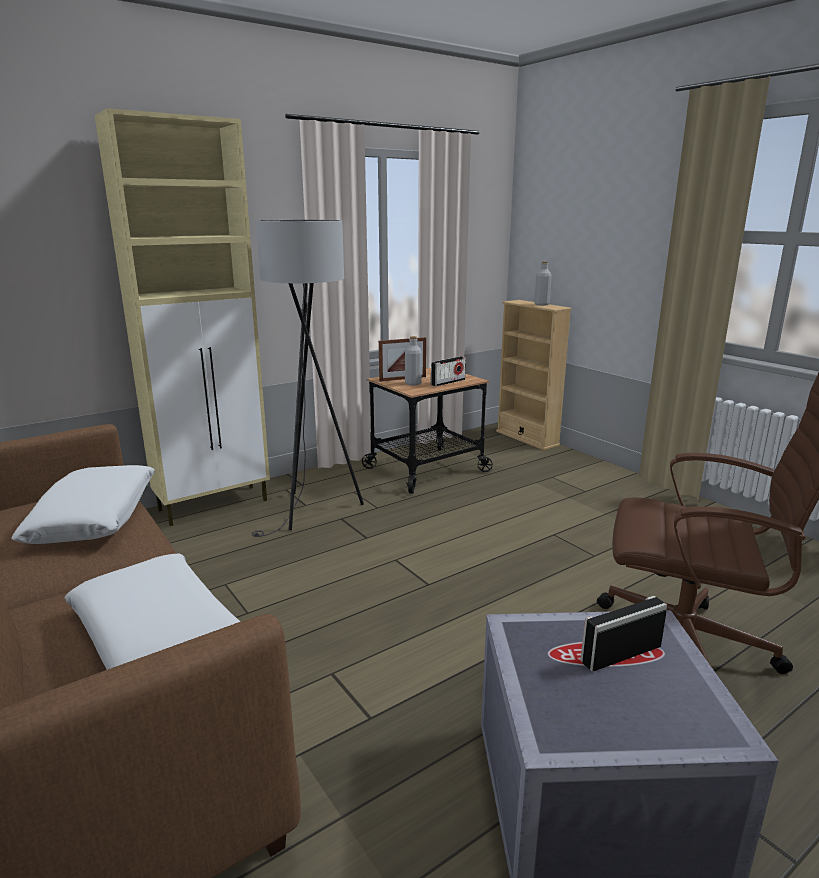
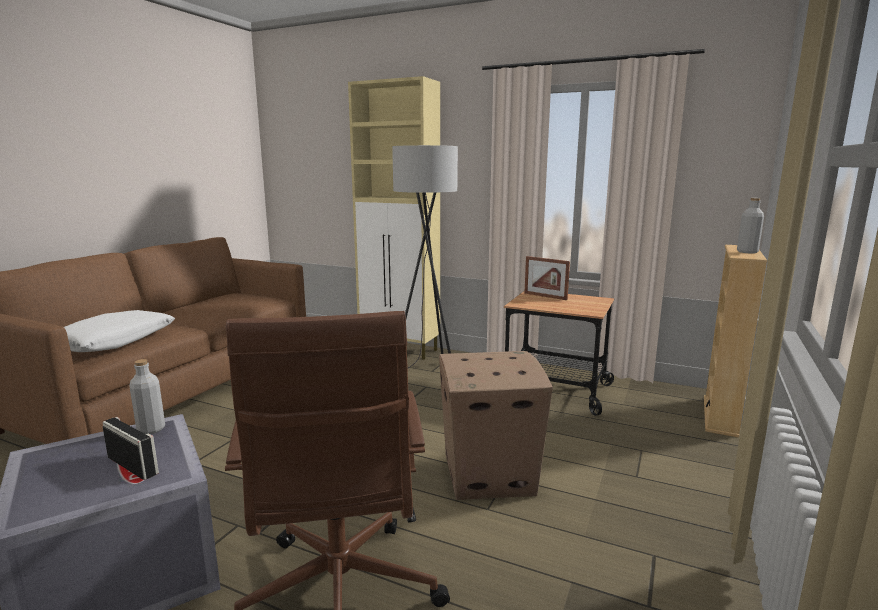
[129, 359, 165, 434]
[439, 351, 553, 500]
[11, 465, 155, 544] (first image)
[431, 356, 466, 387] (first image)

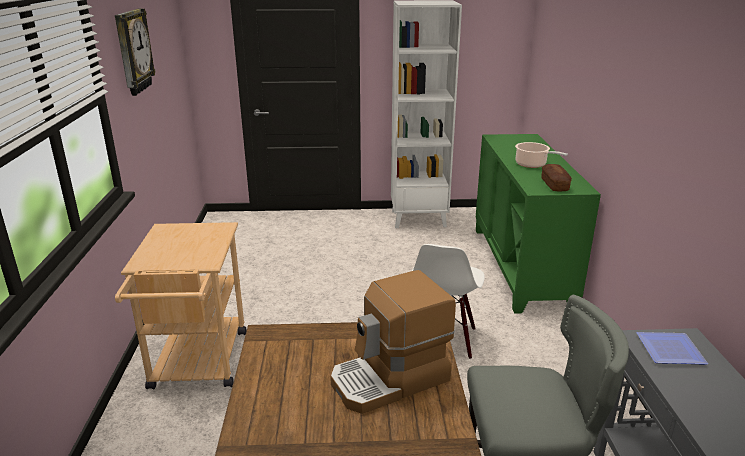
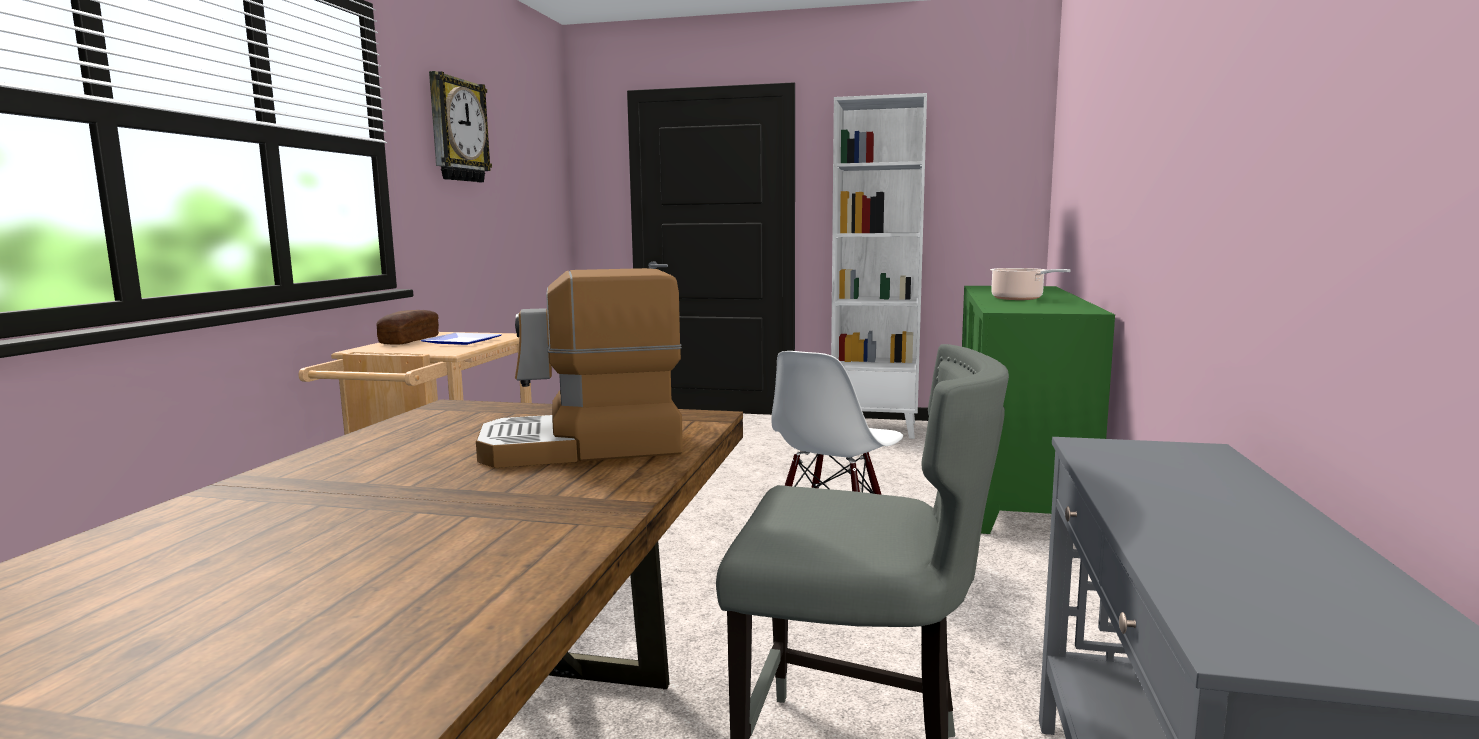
[376, 310, 439, 345]
[421, 333, 501, 345]

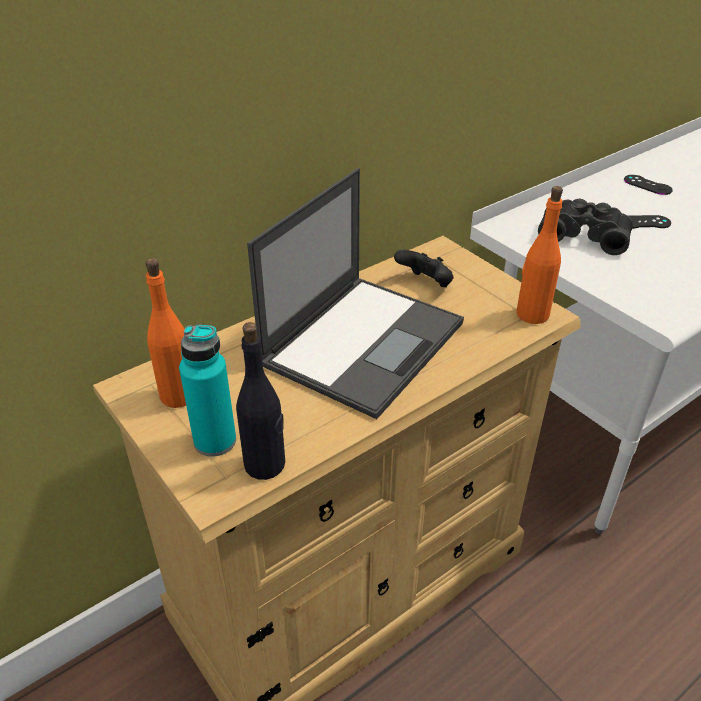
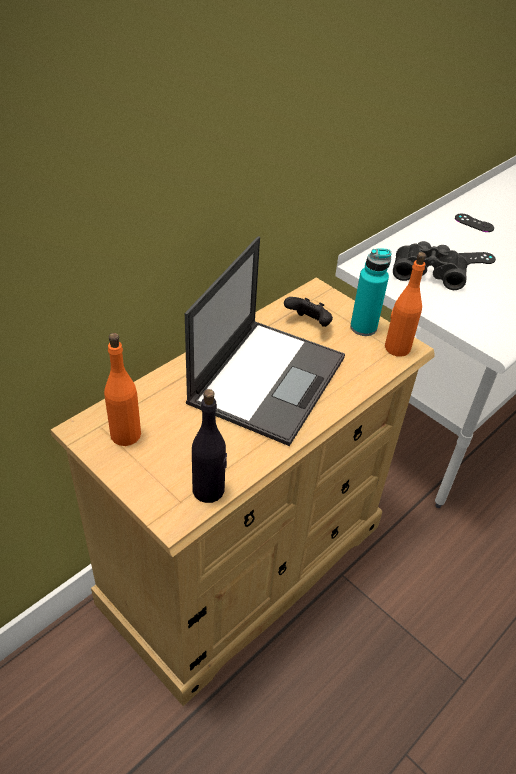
[350, 248, 391, 336]

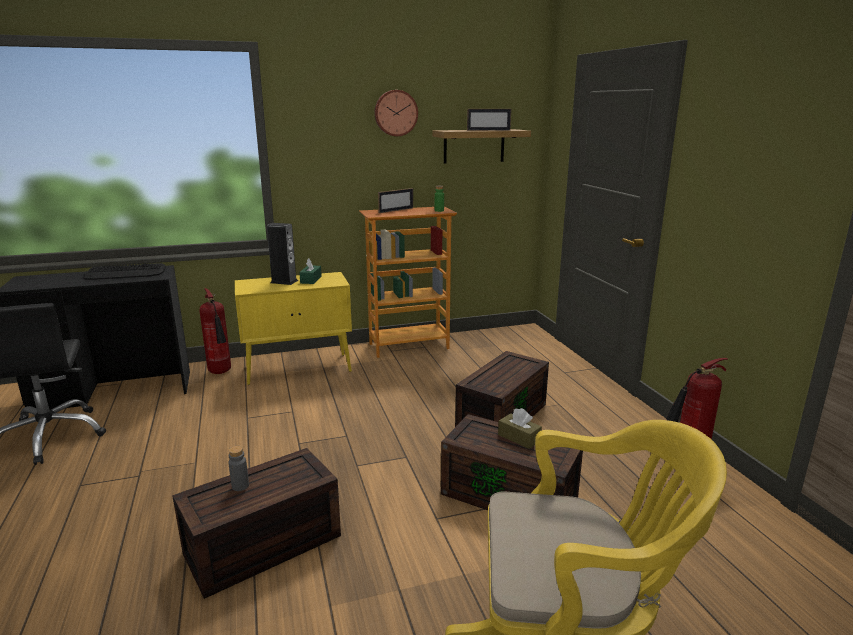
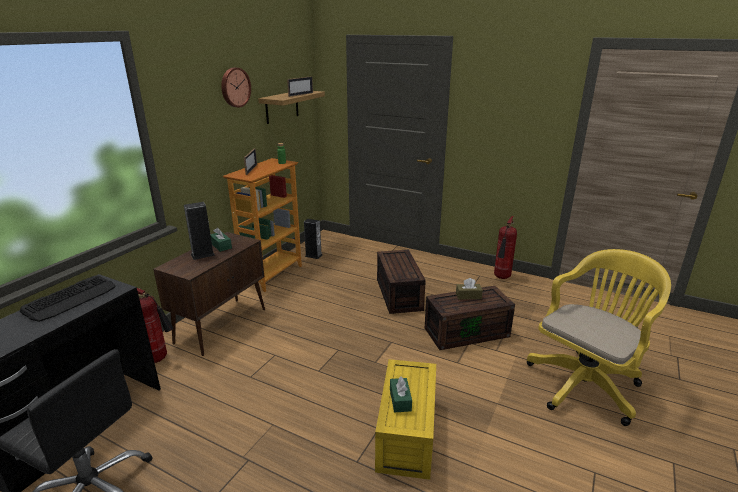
[153, 232, 265, 356]
[304, 219, 322, 259]
[375, 359, 436, 480]
[390, 376, 412, 413]

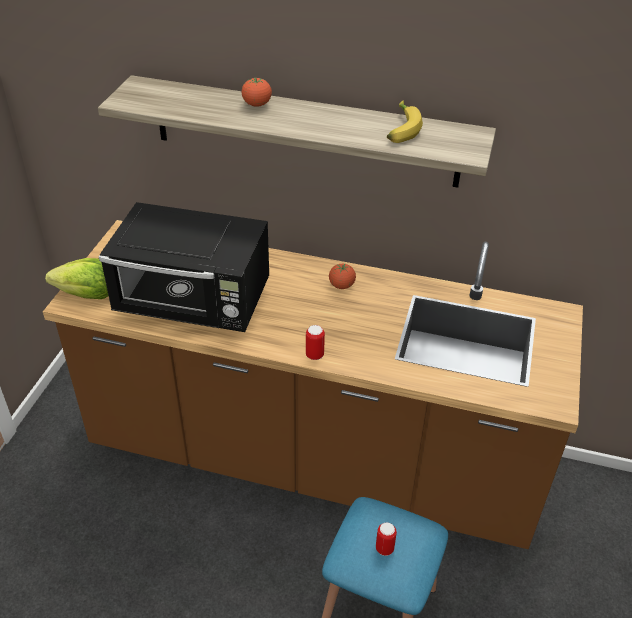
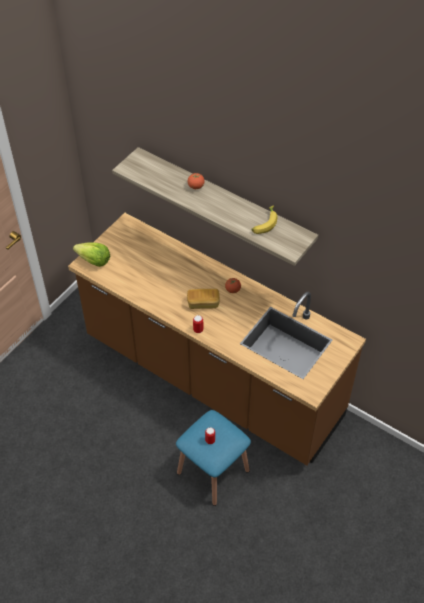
[187, 289, 220, 309]
[99, 202, 269, 332] (first image)

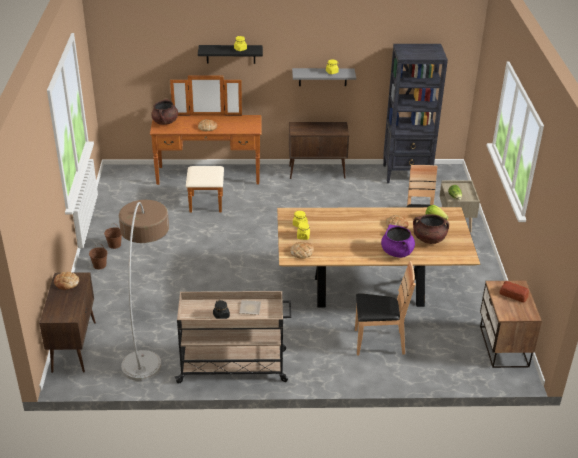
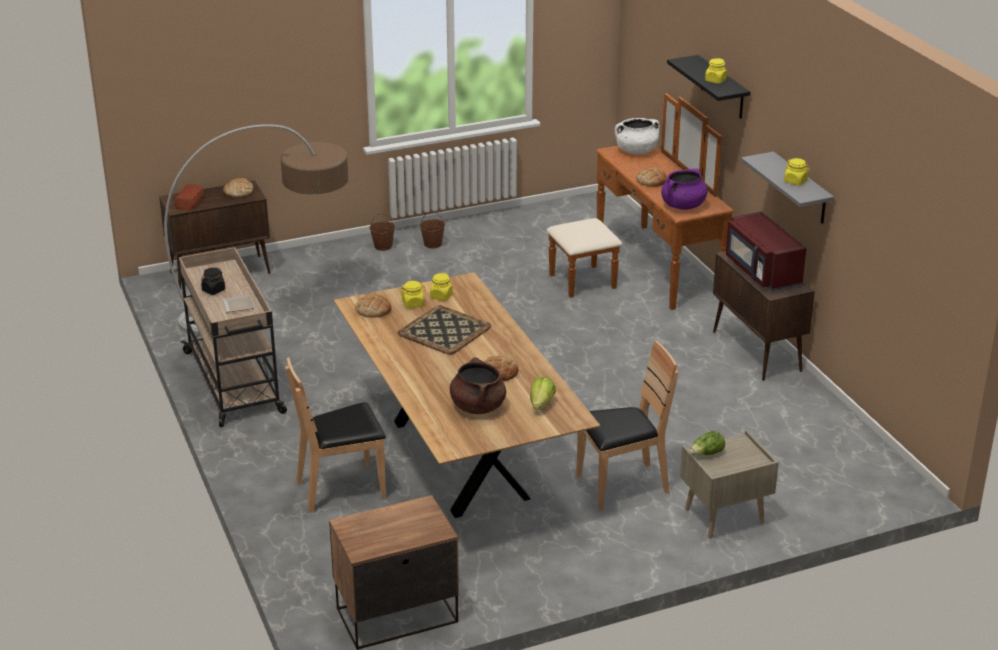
[175, 184, 204, 210]
[285, 357, 386, 512]
[398, 305, 491, 355]
[614, 118, 660, 154]
[661, 168, 708, 210]
[726, 212, 806, 290]
[383, 44, 448, 183] (first image)

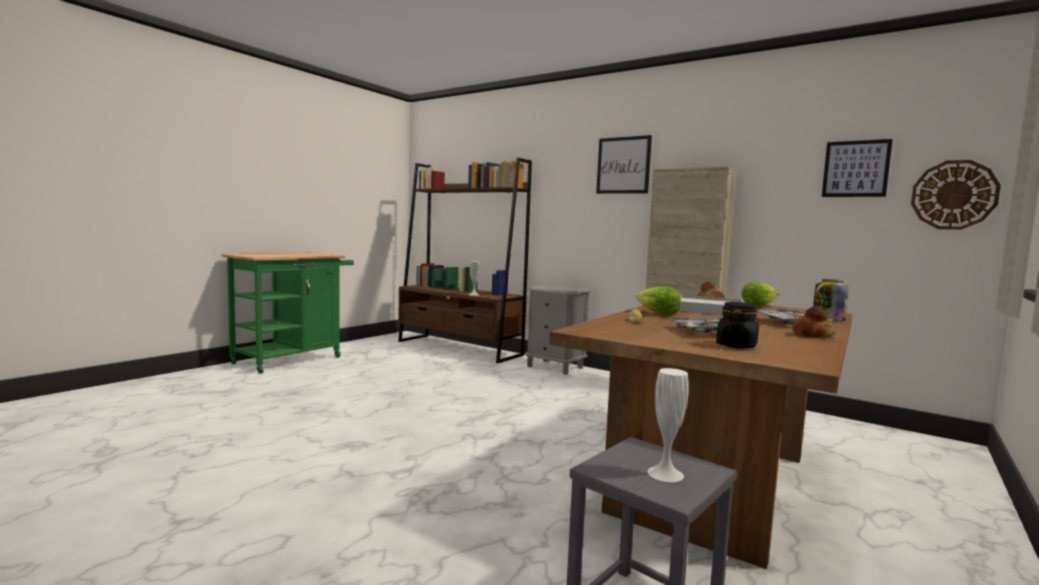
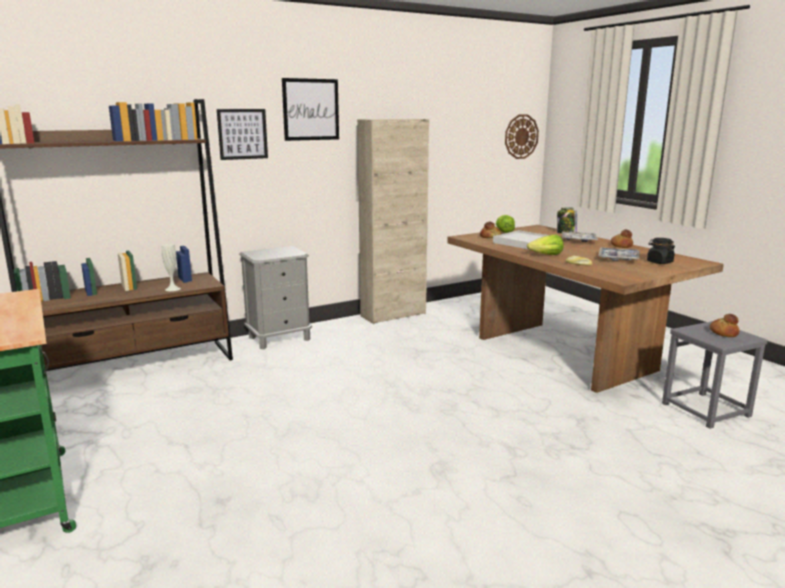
[217, 109, 268, 160]
[710, 314, 739, 337]

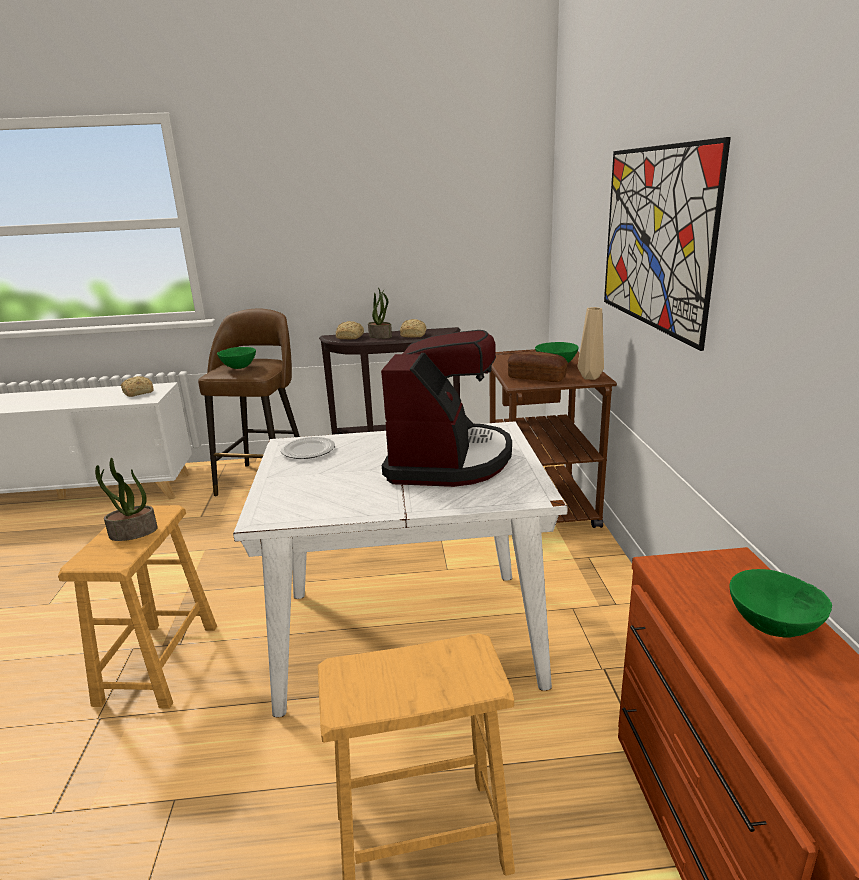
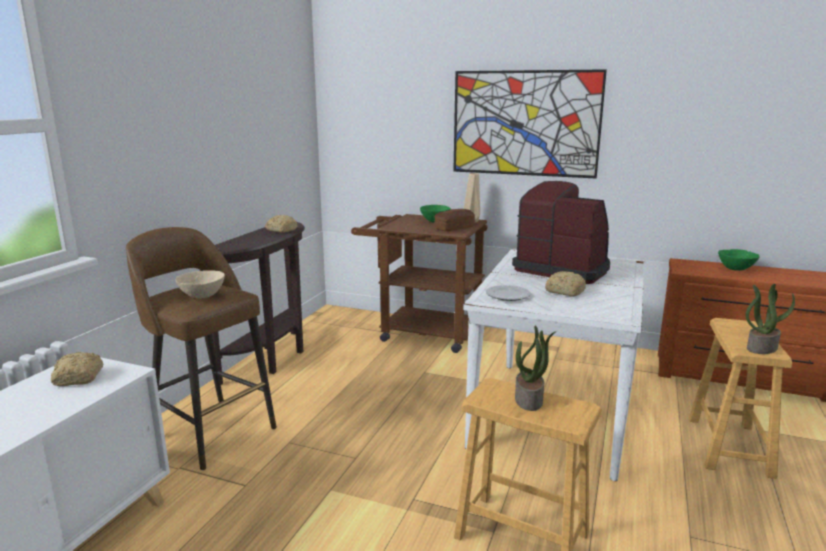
[175, 270, 225, 299]
[545, 271, 586, 296]
[746, 284, 795, 354]

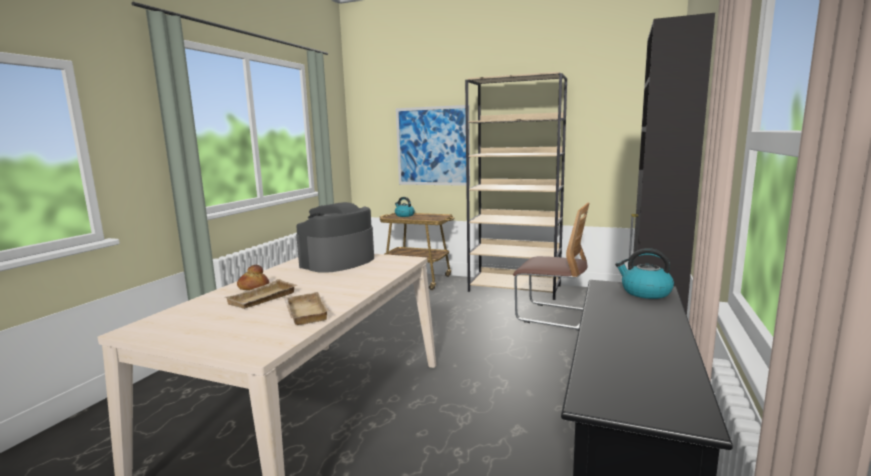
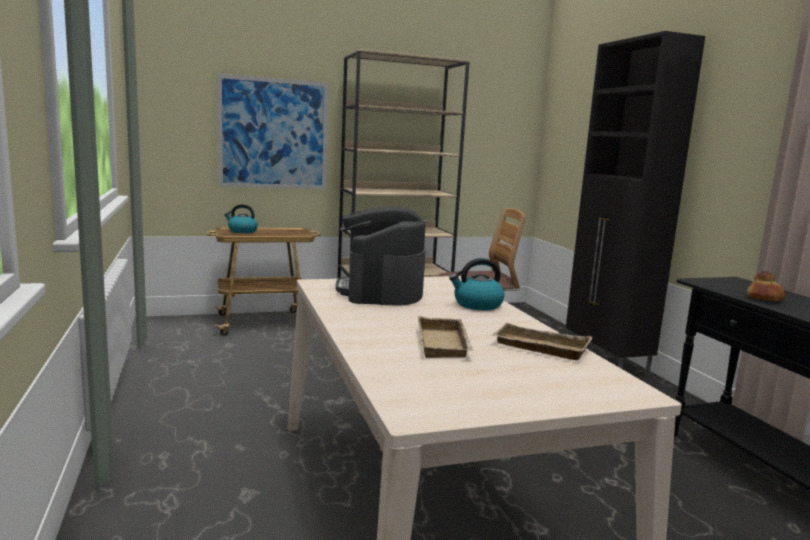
[449, 258, 504, 310]
[747, 271, 786, 301]

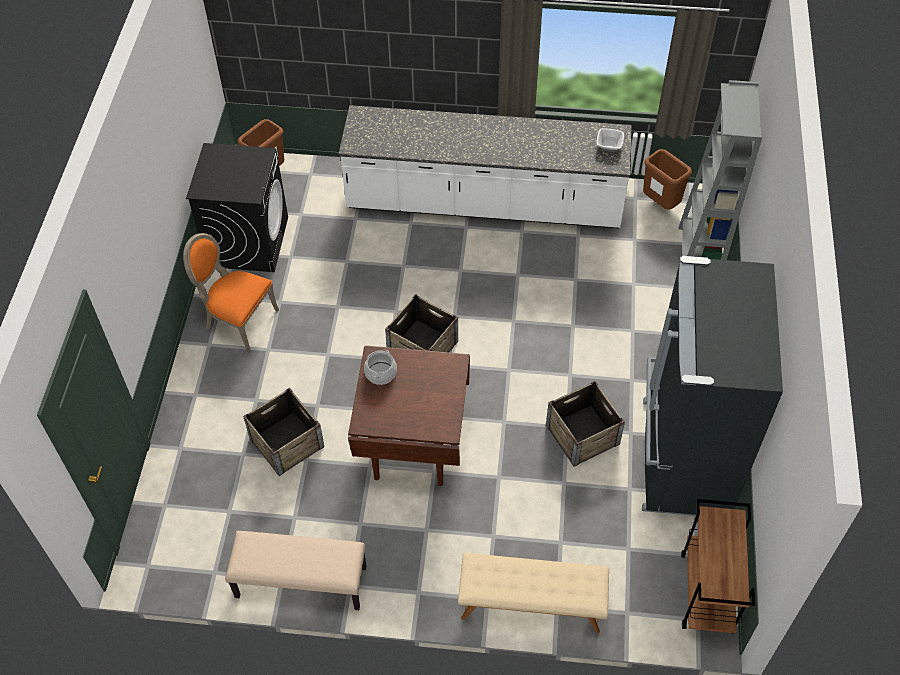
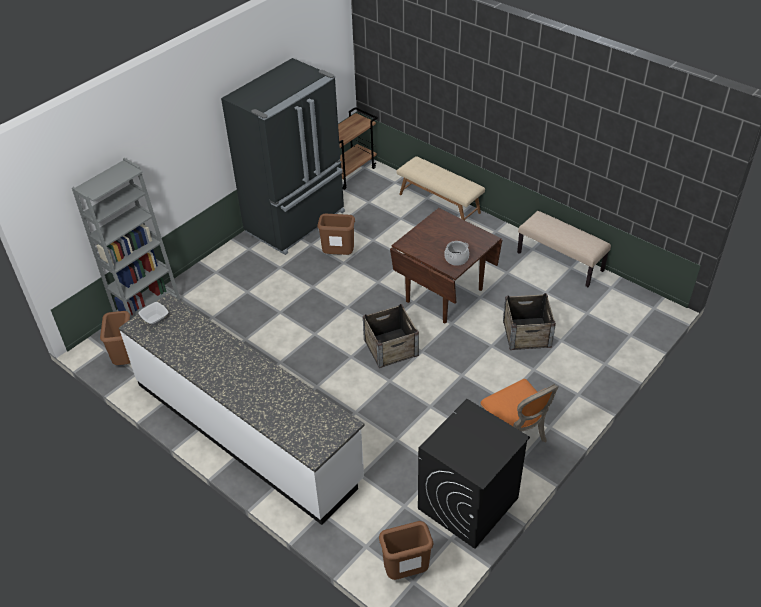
[317, 214, 355, 255]

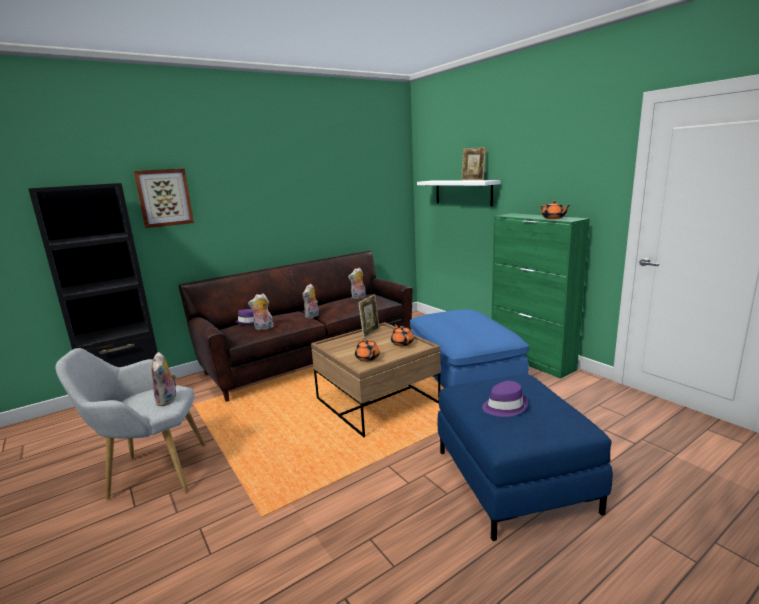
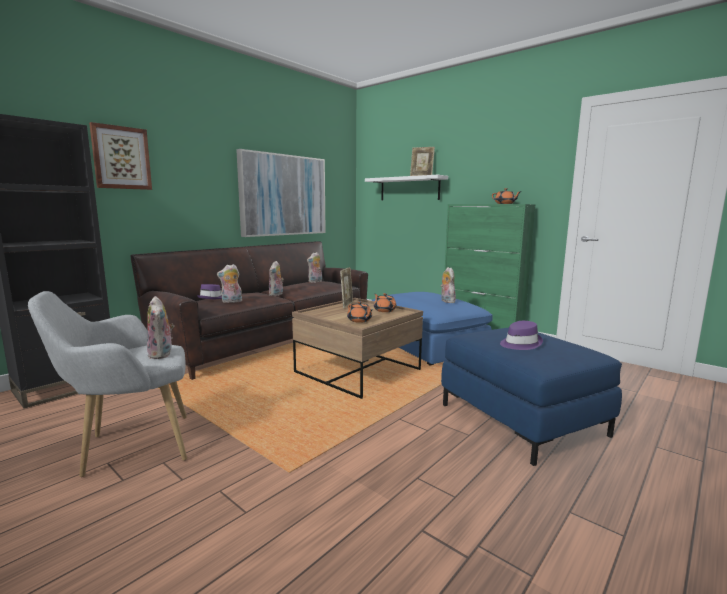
[236, 149, 326, 237]
[441, 267, 456, 303]

